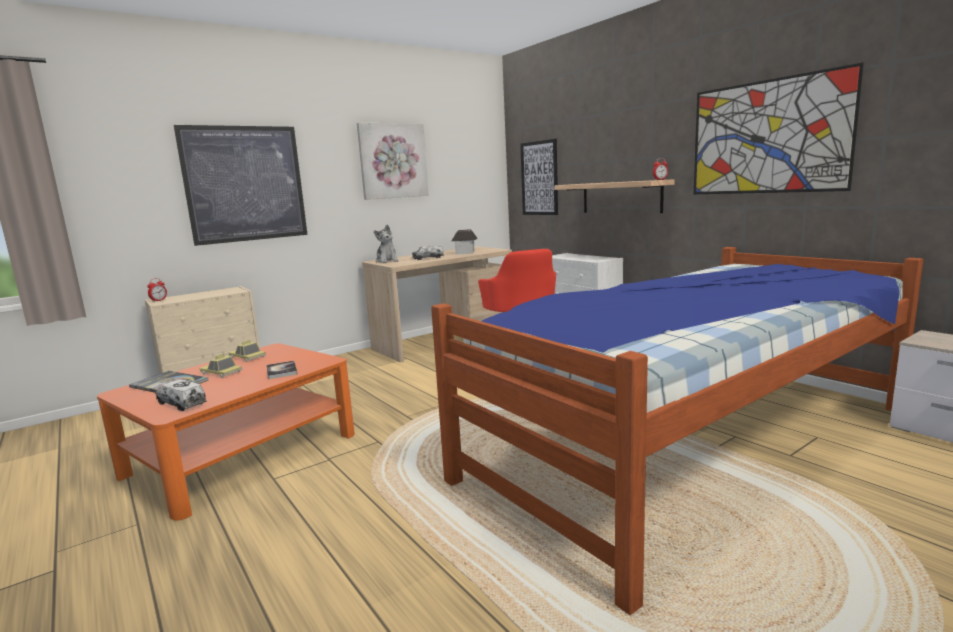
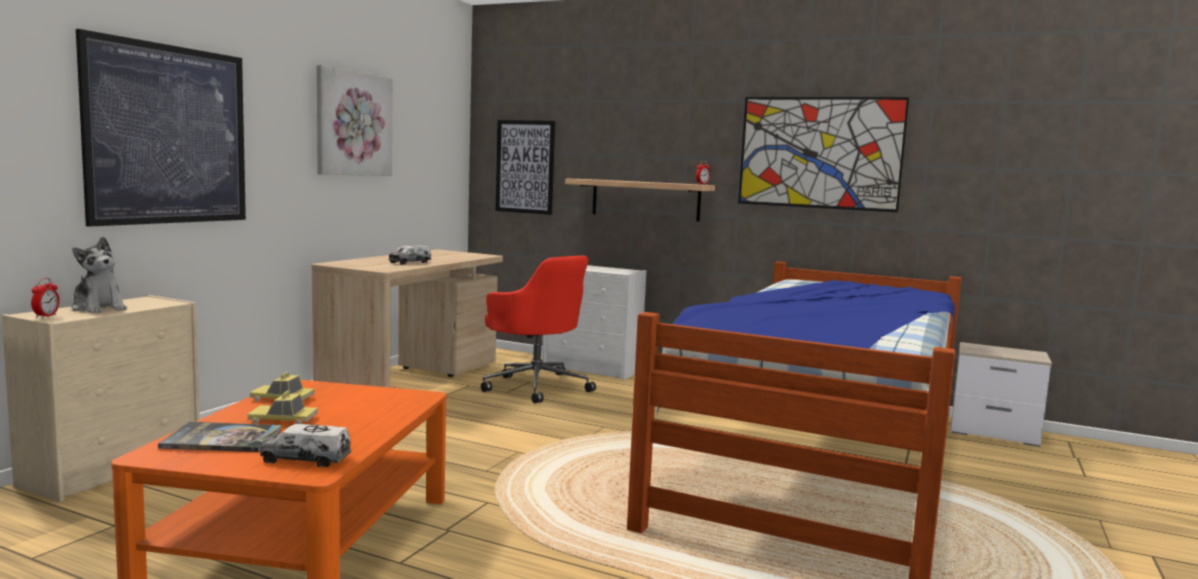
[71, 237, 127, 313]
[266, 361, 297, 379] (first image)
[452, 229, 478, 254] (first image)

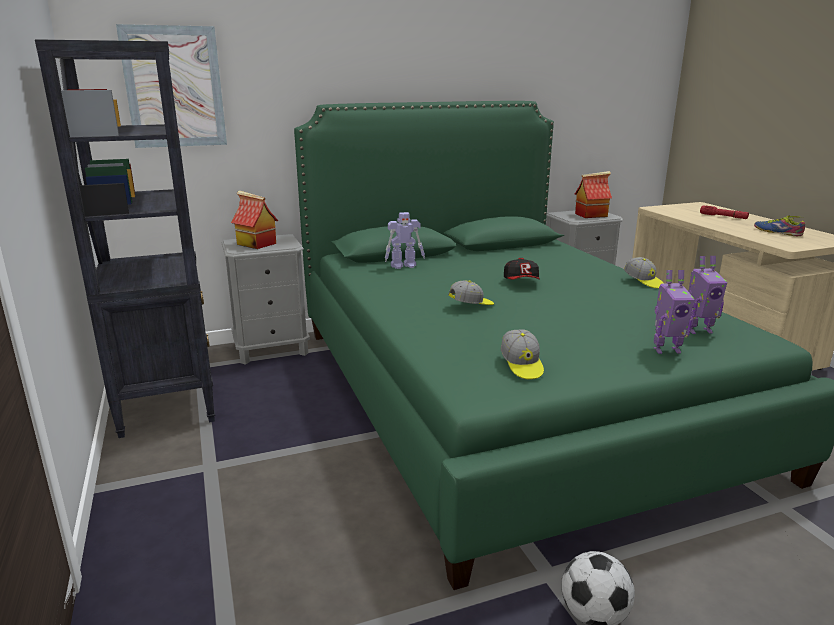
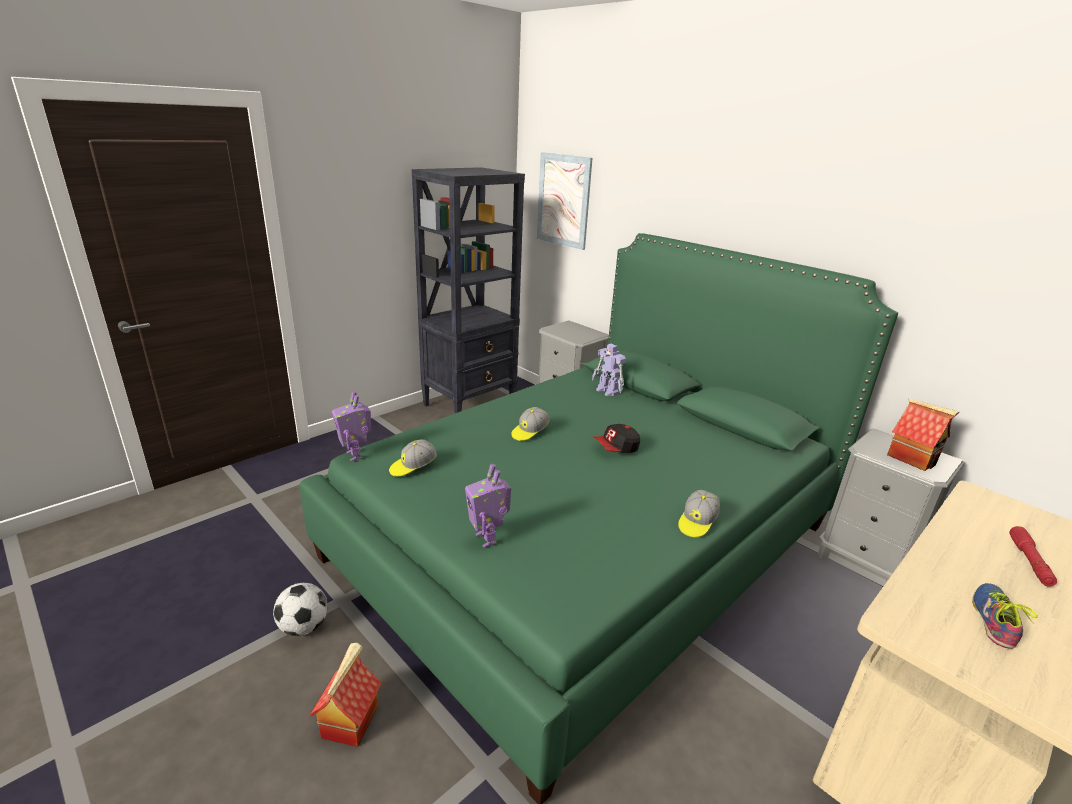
[310, 642, 382, 747]
[332, 391, 371, 461]
[511, 407, 549, 441]

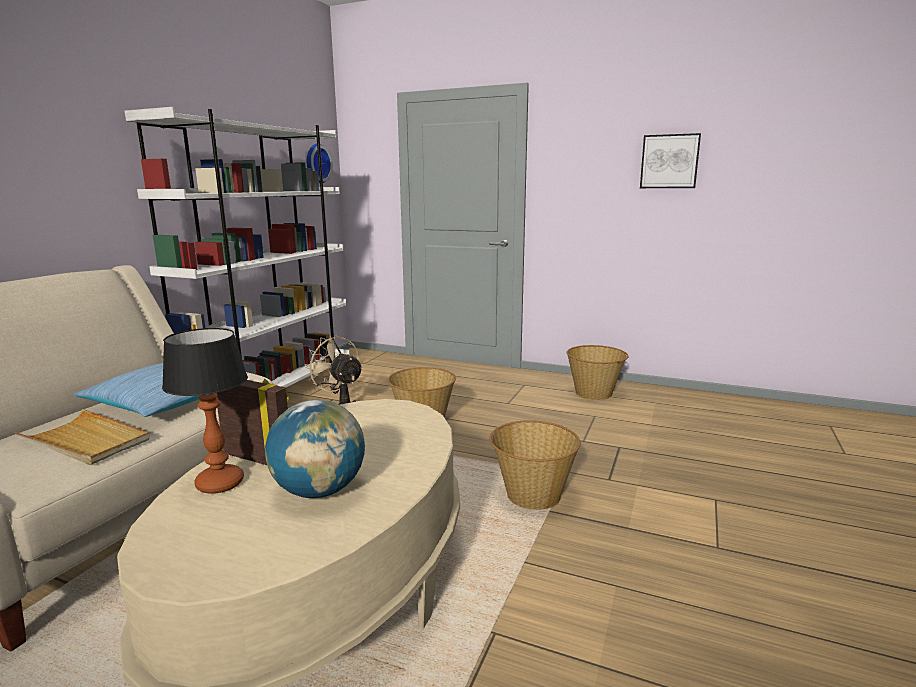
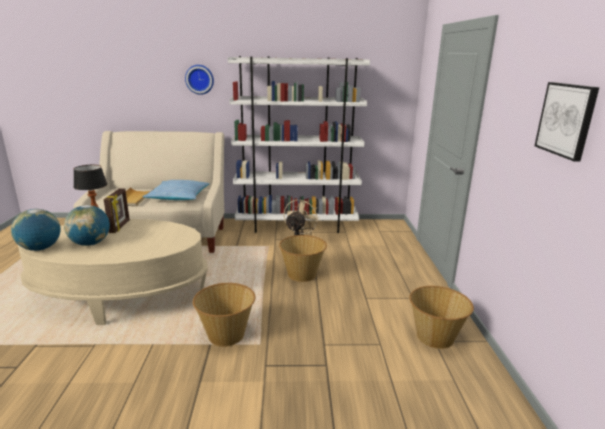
[11, 209, 61, 251]
[185, 65, 214, 95]

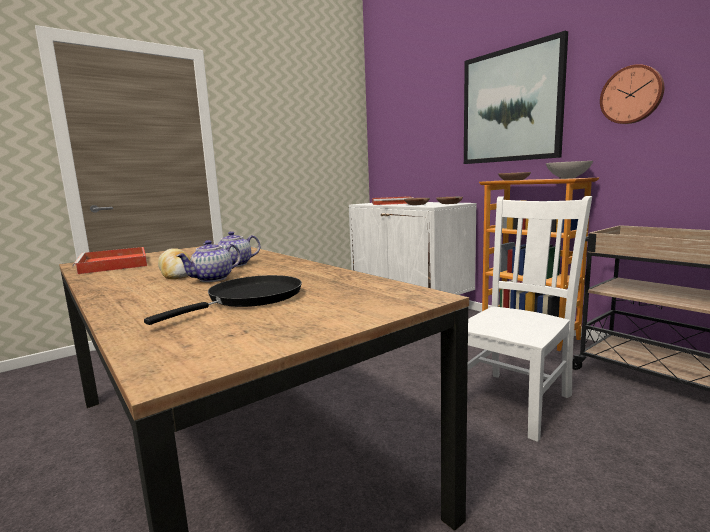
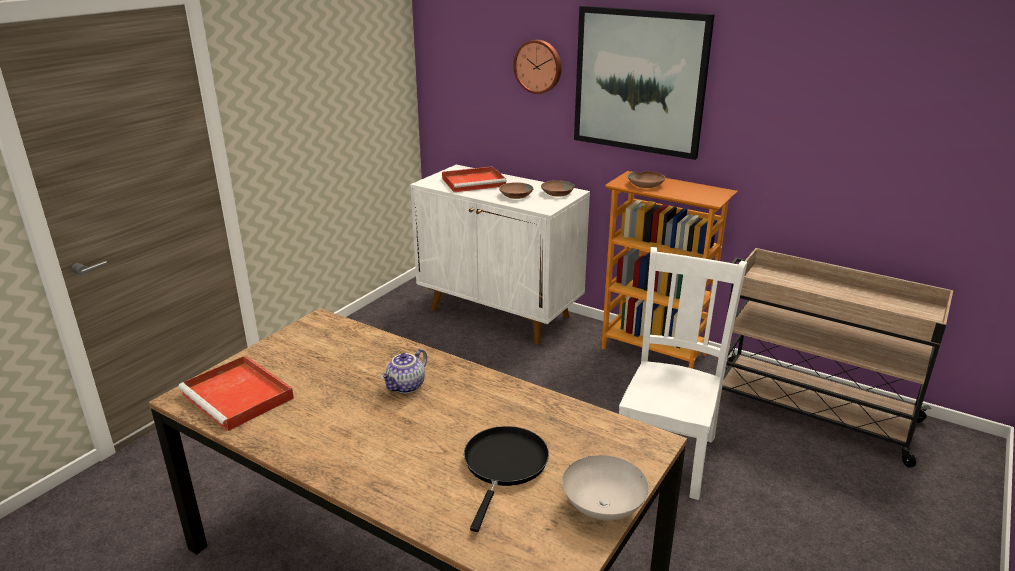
[513, 40, 561, 94]
[562, 455, 649, 521]
[158, 248, 190, 279] (first image)
[176, 240, 241, 282] (first image)

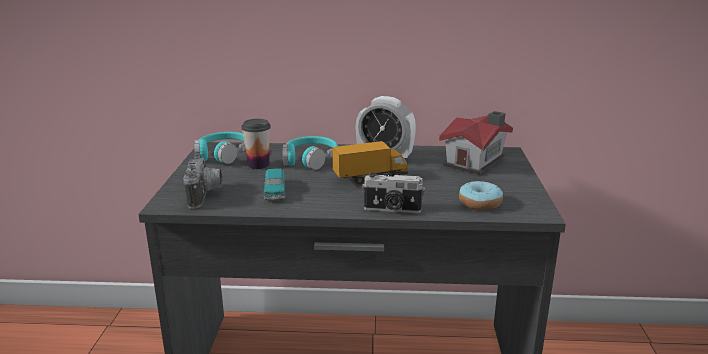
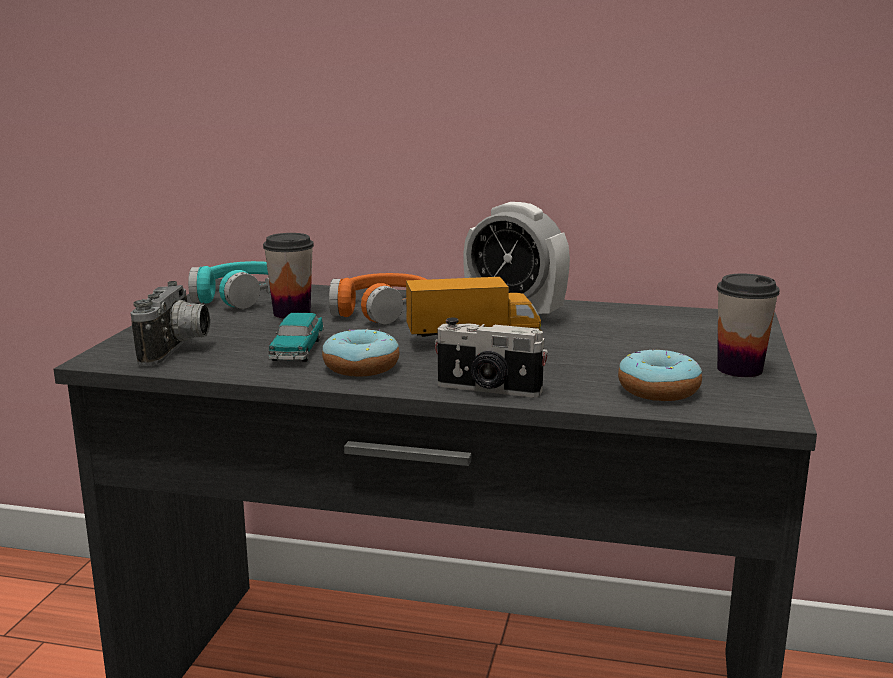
[322, 329, 400, 376]
[329, 273, 427, 325]
[717, 274, 780, 377]
[439, 111, 513, 175] (first image)

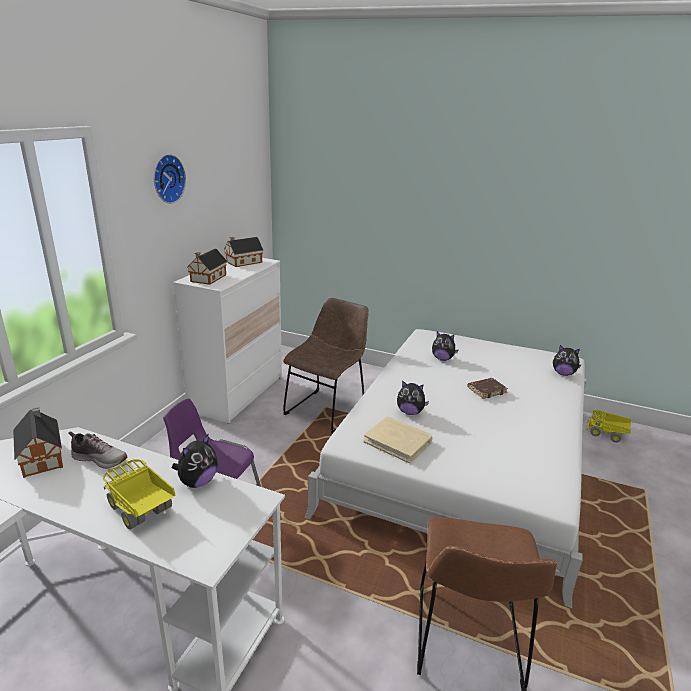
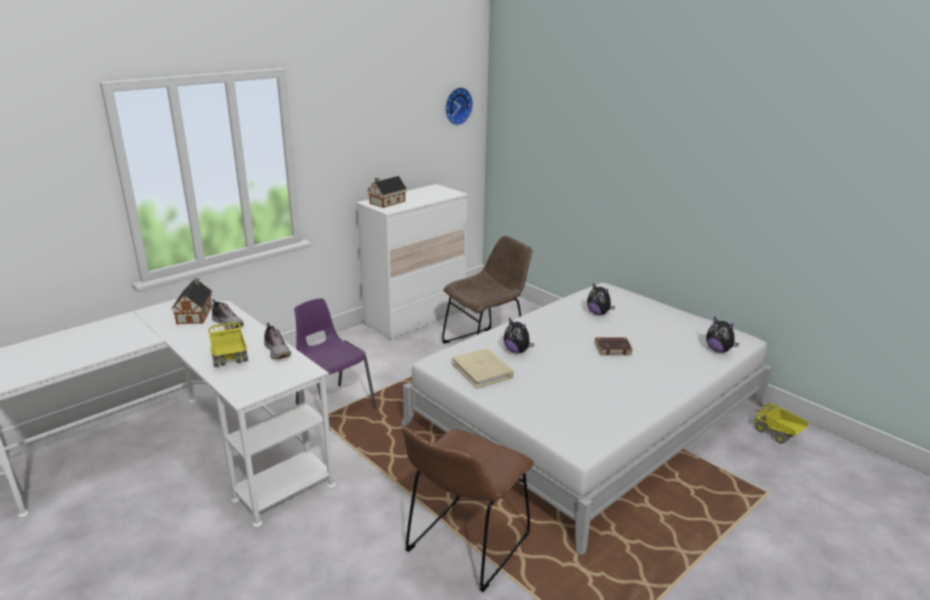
[264, 323, 291, 359]
[445, 87, 473, 125]
[224, 237, 263, 267] (first image)

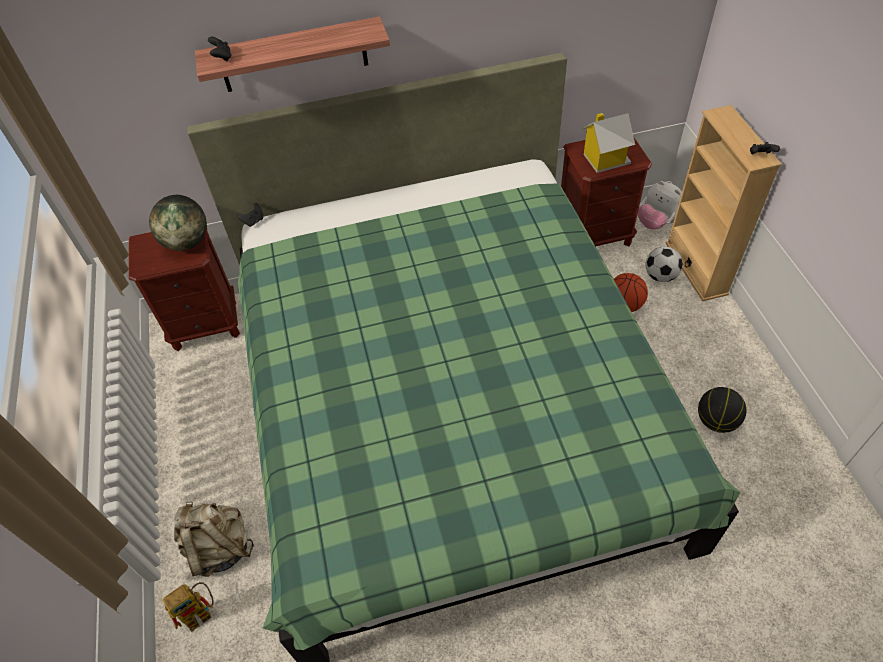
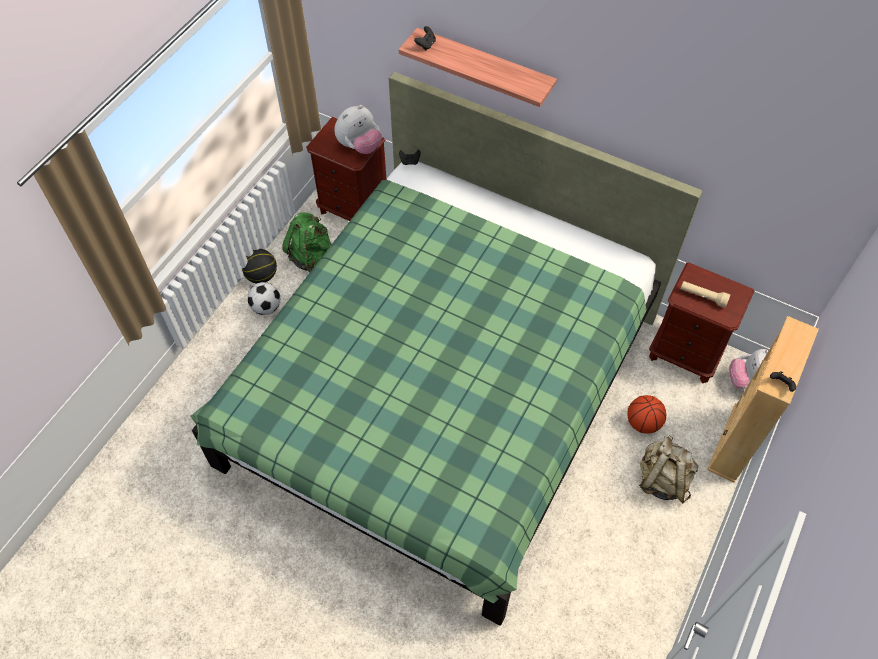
[242, 249, 277, 284]
[247, 282, 280, 315]
[282, 212, 332, 272]
[335, 105, 382, 154]
[639, 435, 698, 504]
[680, 281, 730, 308]
[163, 582, 214, 632] (first image)

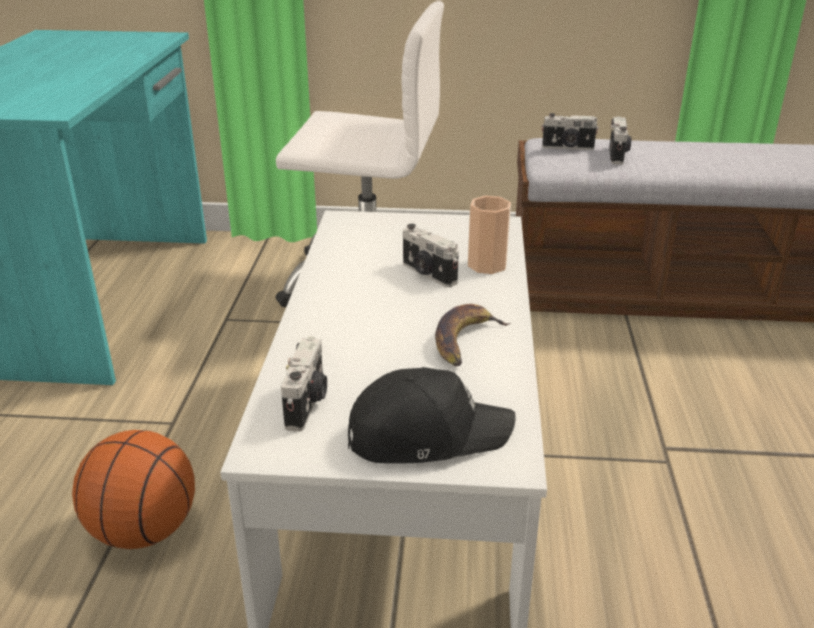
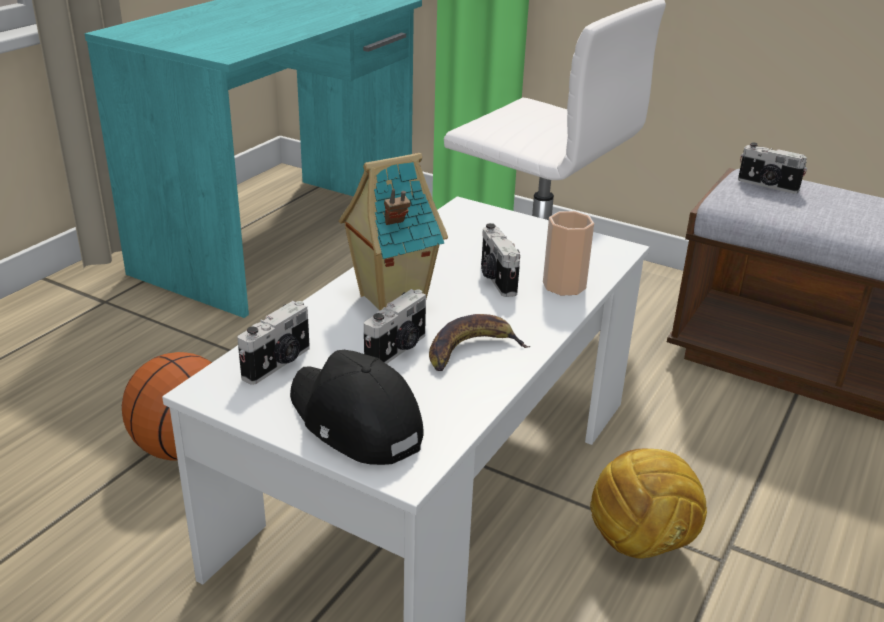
[290, 350, 423, 465]
[339, 153, 448, 311]
[364, 289, 426, 364]
[590, 449, 707, 559]

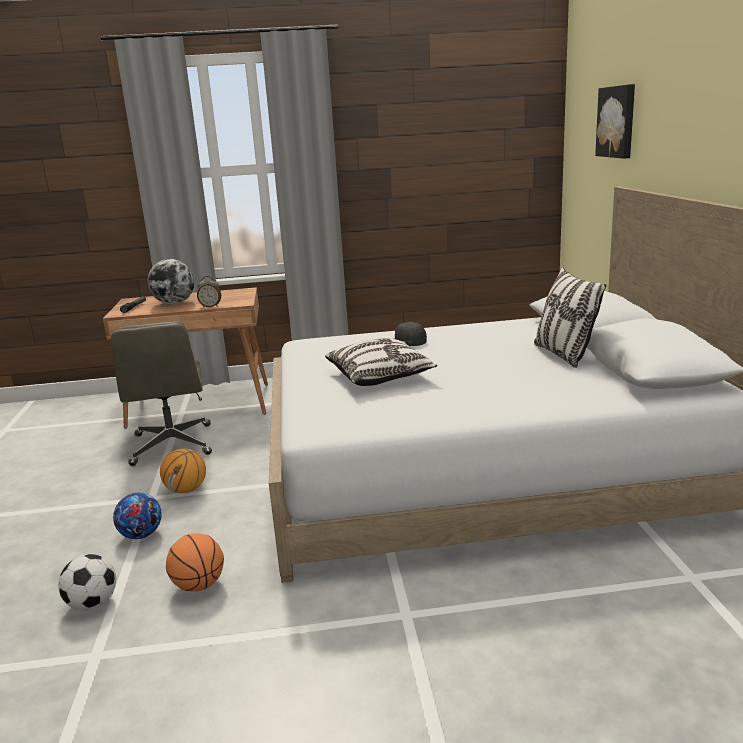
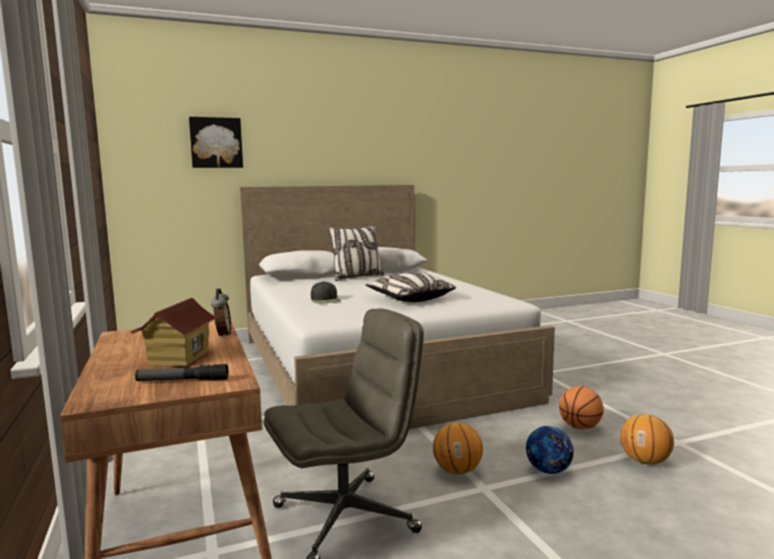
[130, 298, 218, 366]
[620, 414, 674, 465]

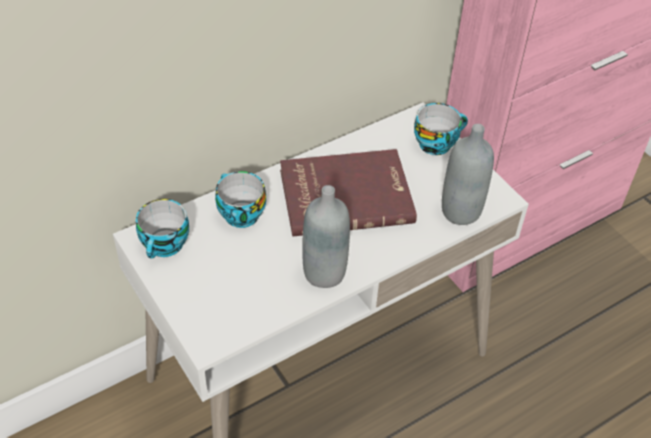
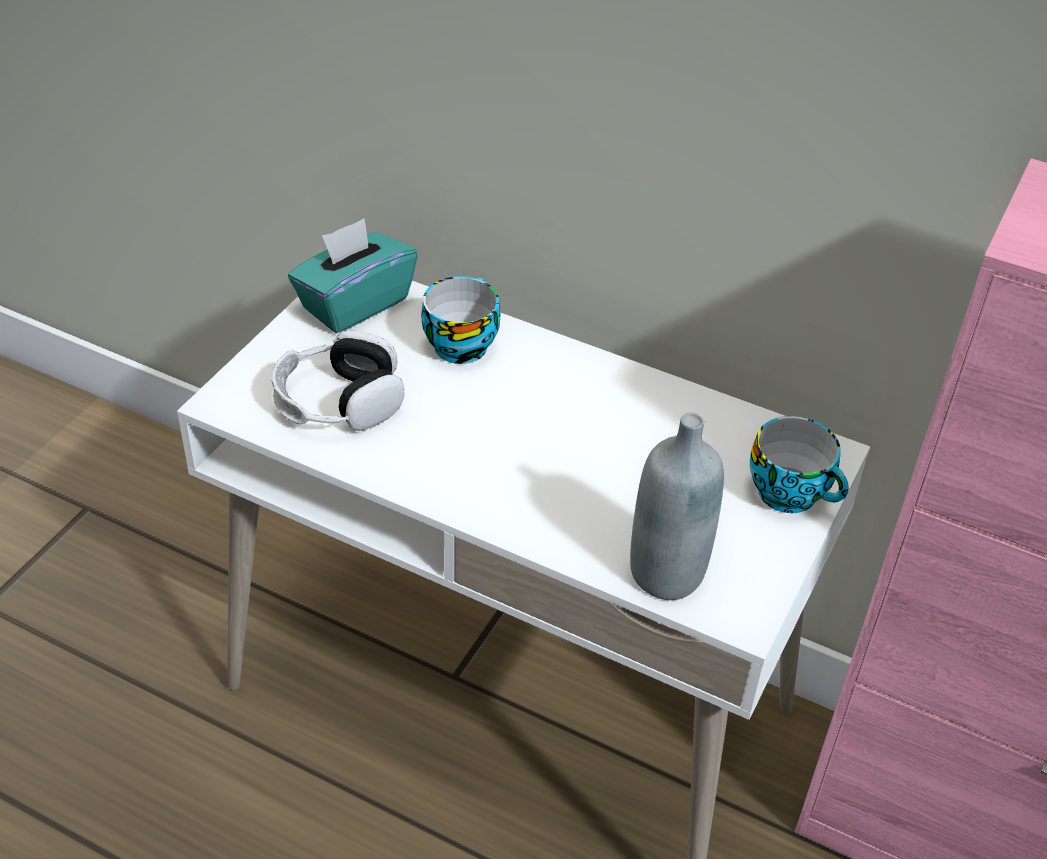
[271, 331, 404, 431]
[288, 218, 418, 333]
[280, 149, 417, 236] (first image)
[302, 185, 350, 288] (first image)

